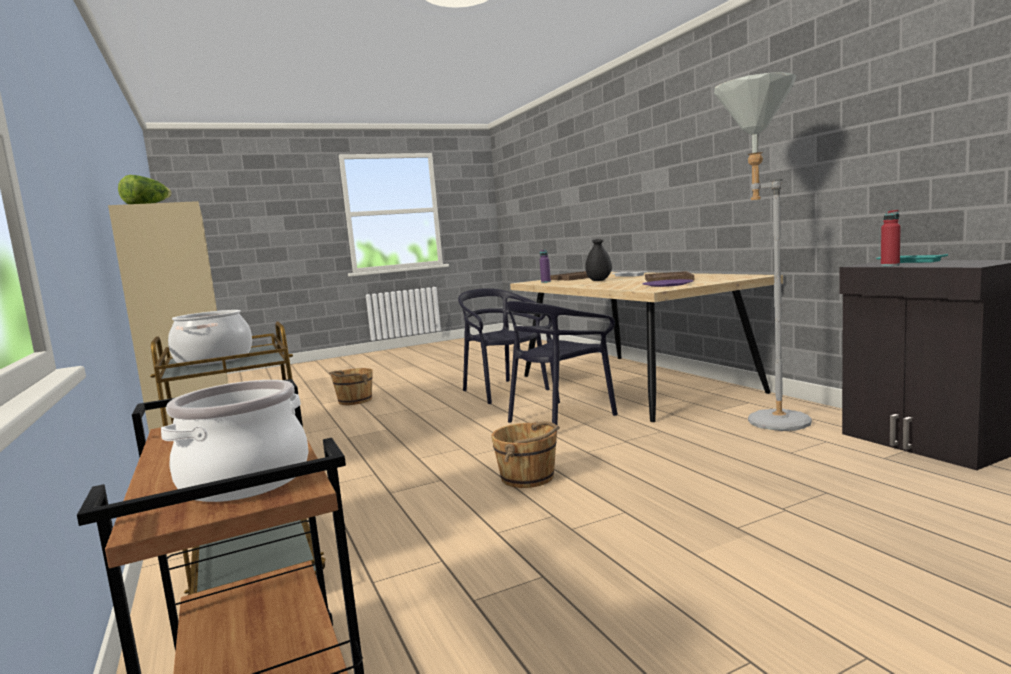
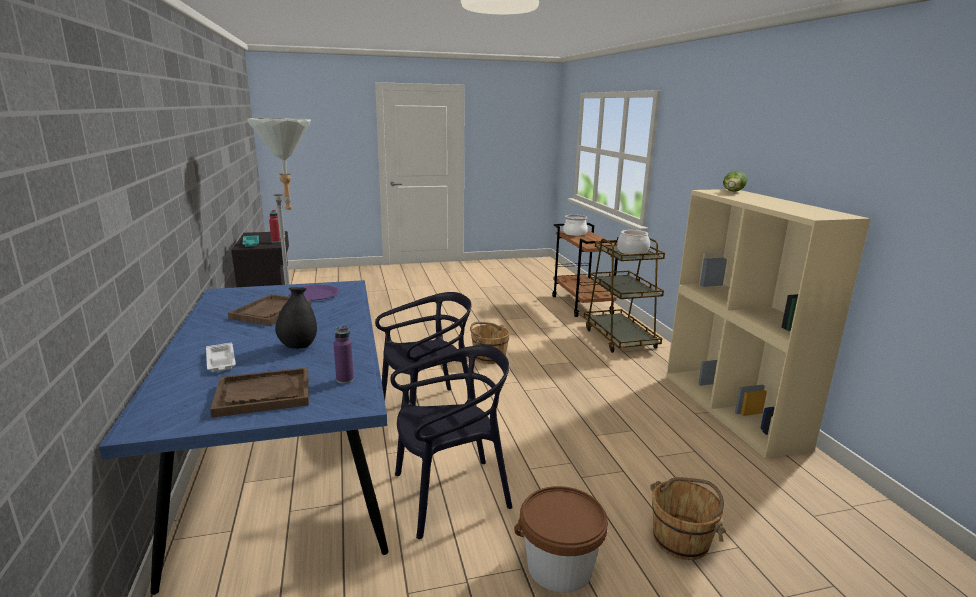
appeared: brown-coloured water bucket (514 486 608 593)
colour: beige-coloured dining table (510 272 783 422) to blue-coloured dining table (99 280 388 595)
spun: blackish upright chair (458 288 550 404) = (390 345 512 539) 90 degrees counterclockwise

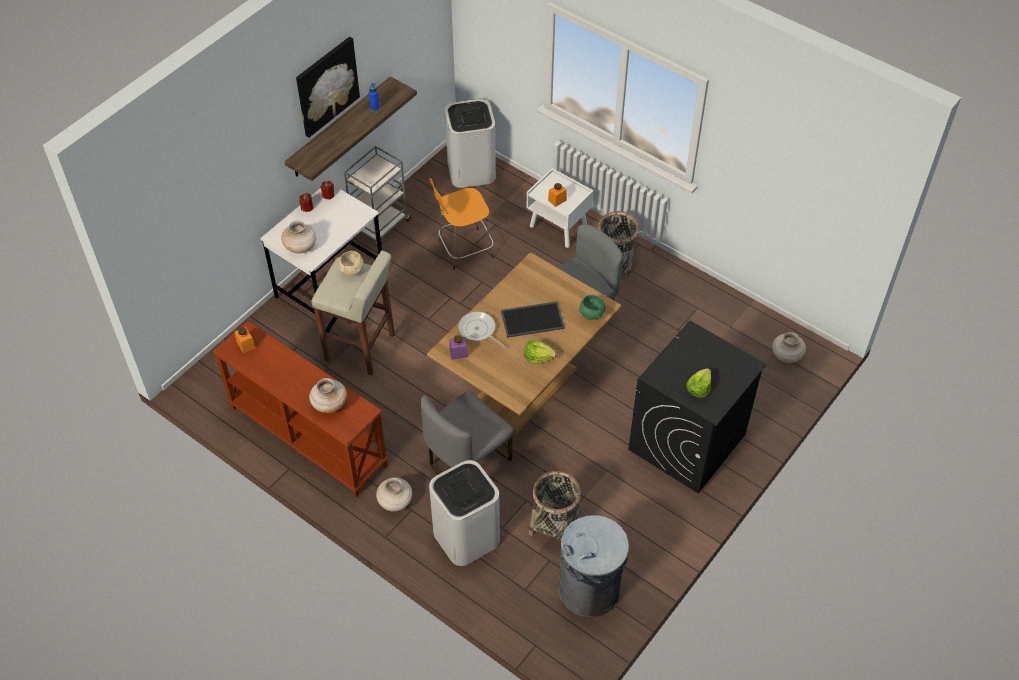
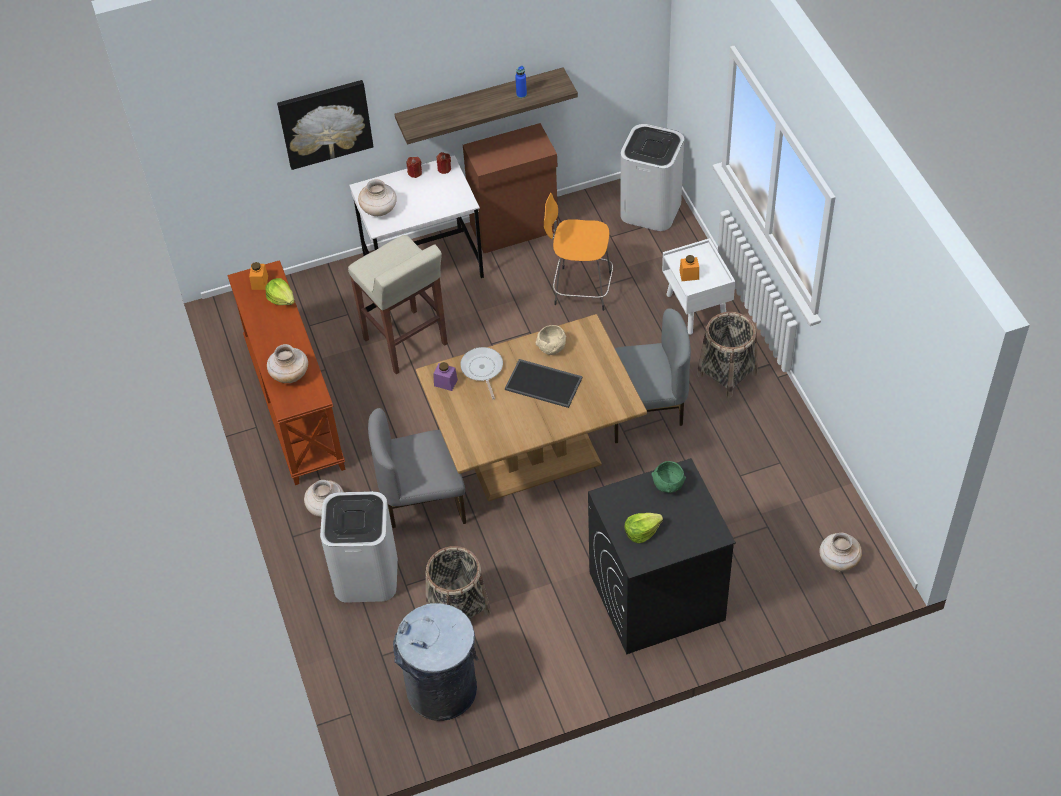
relocated: wall picture (296 37 360 138) to (277 80 374 170); beige-coloured serving bowl (339 251 364 276) to (535 325 566 355); lettuce (524 340 556 364) to (265 278 295 305); green serving bowl (579 295 606 320) to (651 461 686 493)
exchanged: grey cart (344 146 413 247) to brown-coloured cabinet (463 123 558 253)

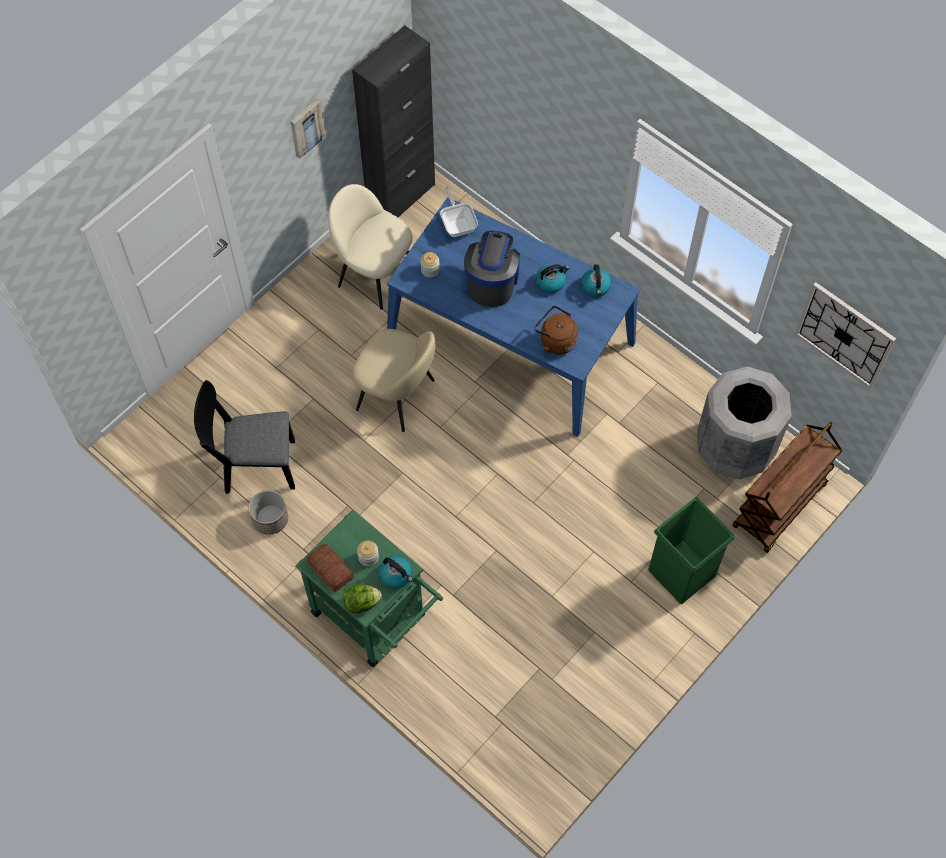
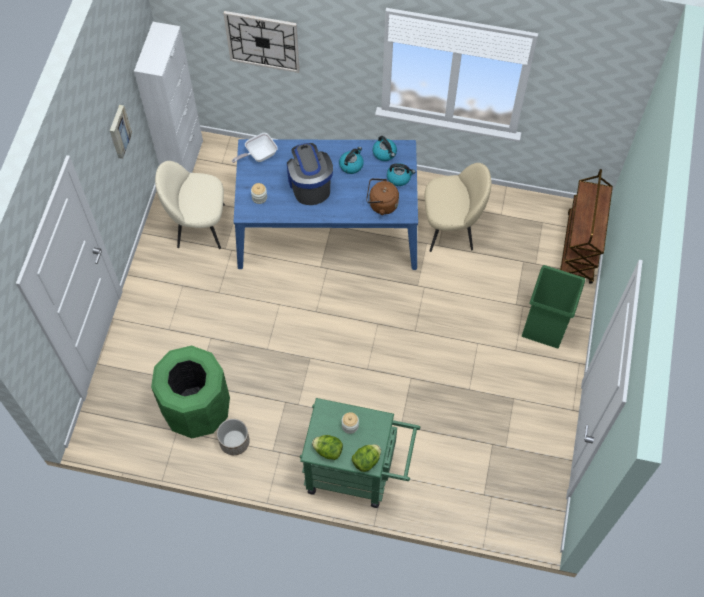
missing: grey rubbish bin (697 367 792 479)
relocated: beige-coloured upright chair (352 329 435 432) to (425 163 491 252); water kettle (379 556 413 589) to (387 163 415 186); clock on the wall (795 282 896 389) to (223 11 300 73)
exchanged: blackish upright chair (194 380 295 494) to green rubbish bin (151 346 230 438); baked bread (307 544 354 592) to lettuce (312 435 343 460)
colour: blackish cabinet (352 25 435 217) to white-coloured cabinet (134 22 203 173)
spun: frying pan (440 187 478 237) = (232 133 278 163) 75 degrees counterclockwise

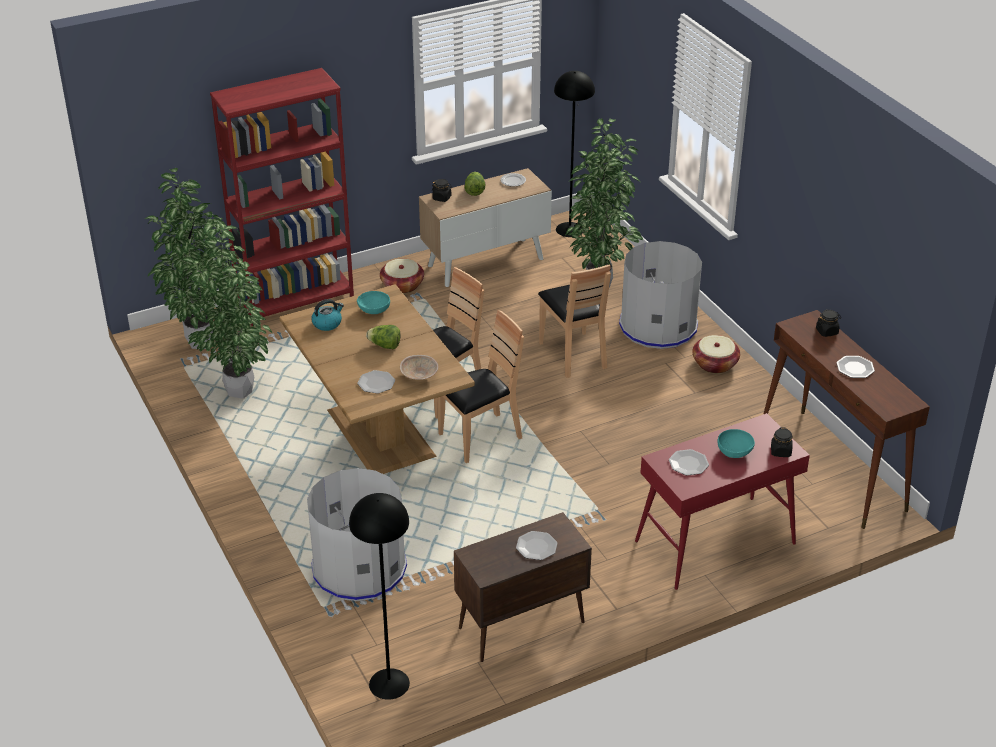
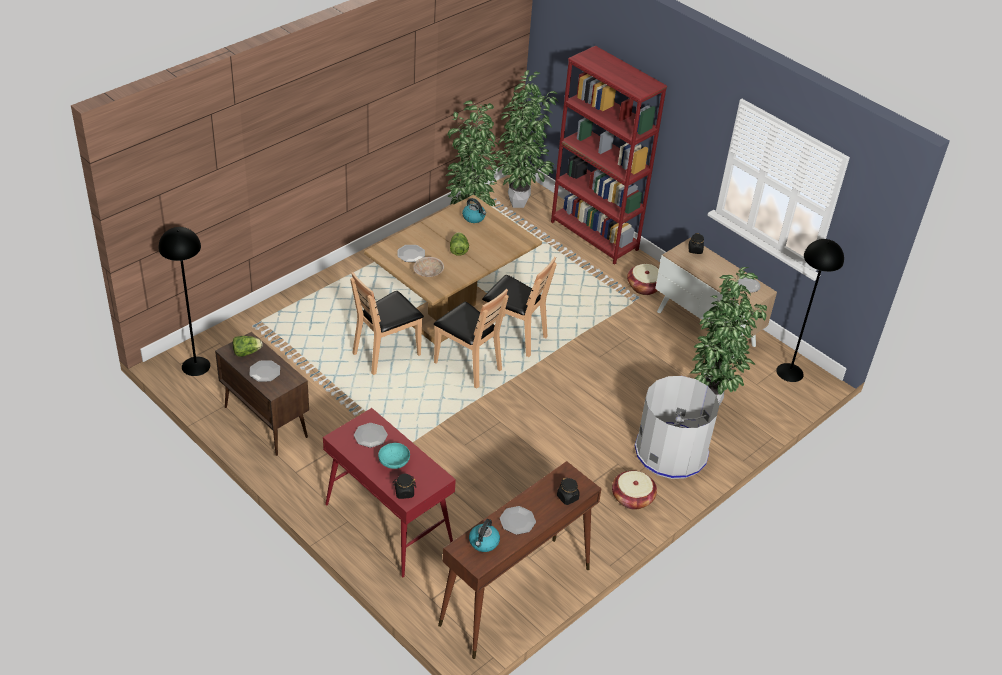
missing: grey rubbish bin (307 468 407 601); turquoise-coloured serving bowl (357 291 390 314)
appeared: water kettle (469 519 500 552)
relocated: lettuce (465 172 485 196) to (233 336 263 357); brown-coloured upright chair (538 264 611 378) to (350 272 424 375)

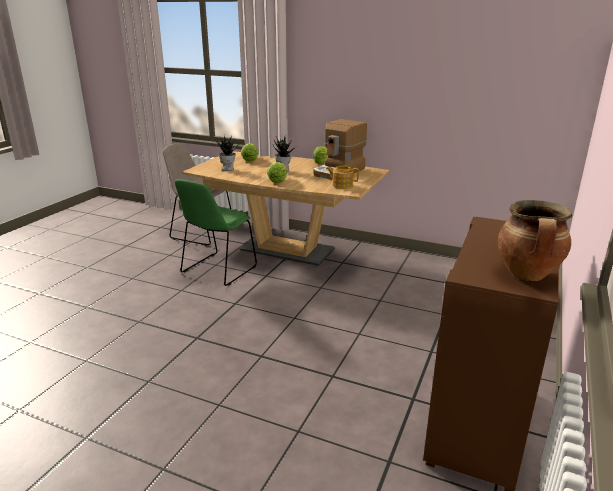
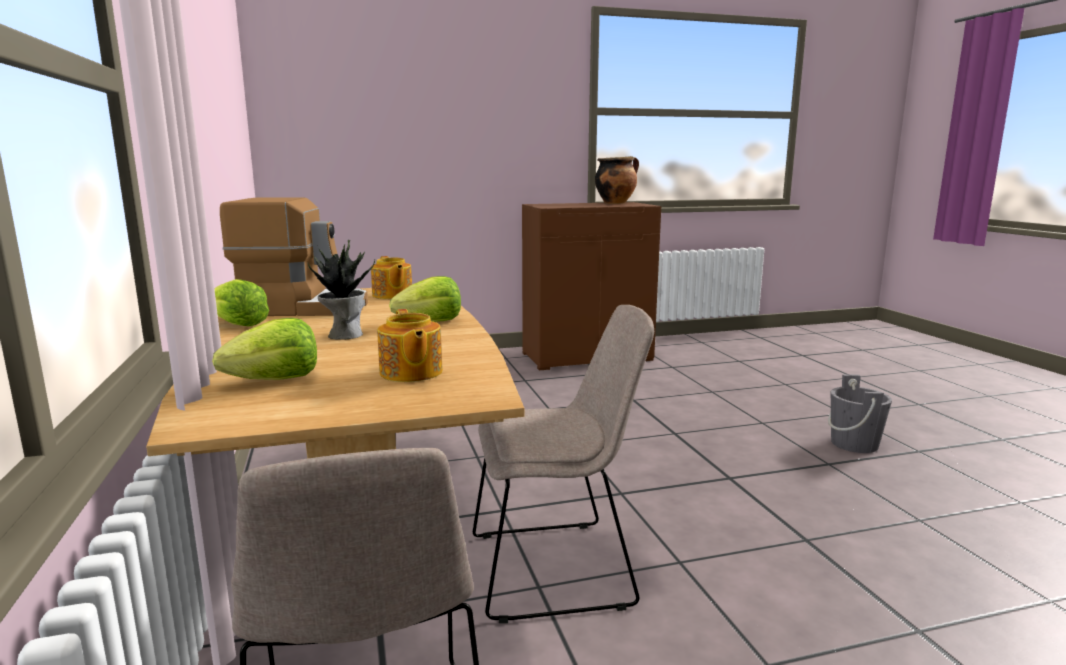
appeared: grey water bucket (828 374 892 453)
exchanged: potted plant (216 135 239 171) to teapot (377 309 443 382)
colour: green upright chair (175 179 257 286) to beige-coloured upright chair (473 305 654 623)

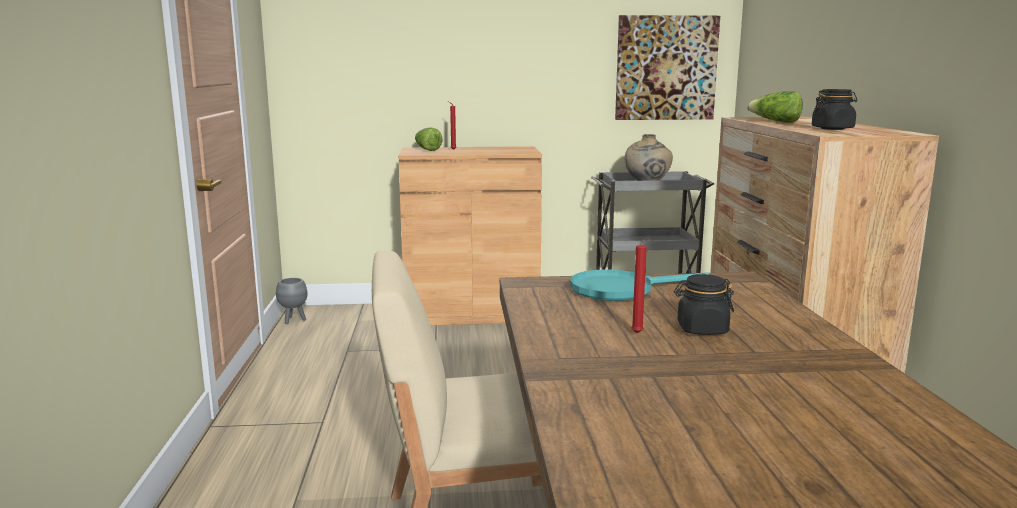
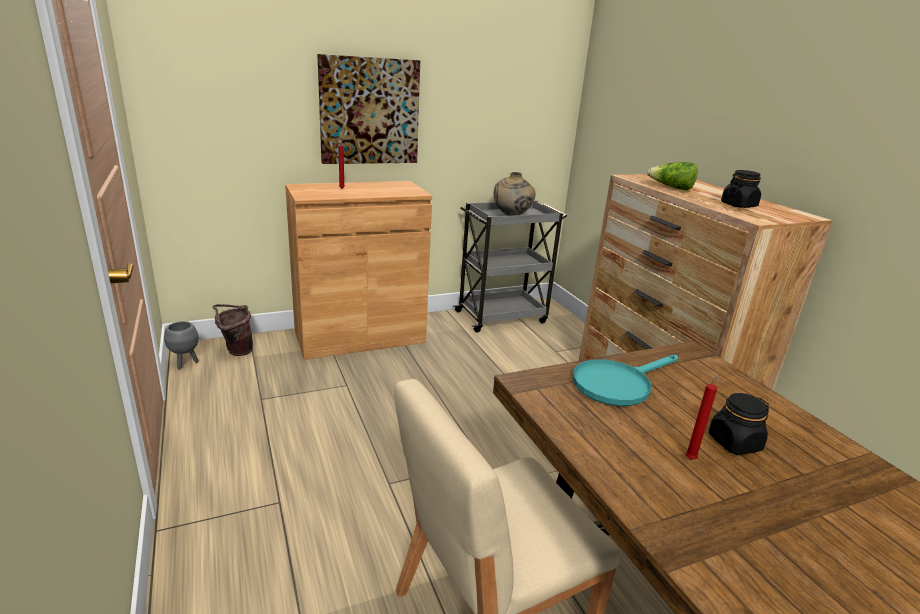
missing: lettuce (415 127 443 151)
appeared: brown-coloured water bucket (213 304 253 356)
relocated: wall picture (615 15 720 120) to (317 54 420 164)

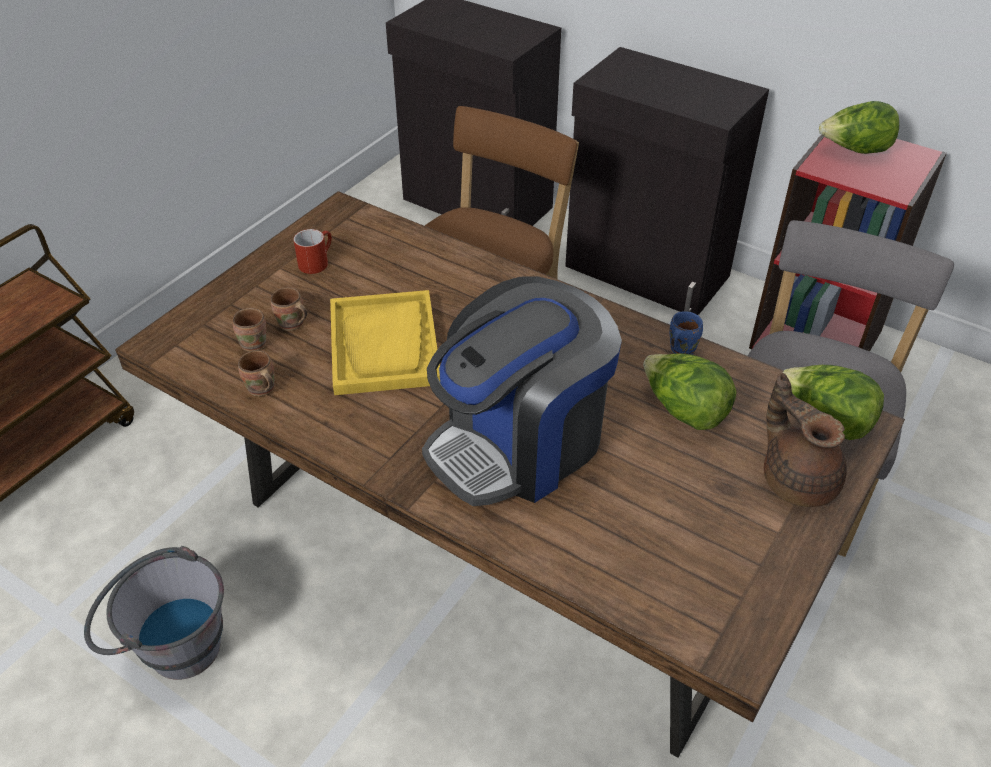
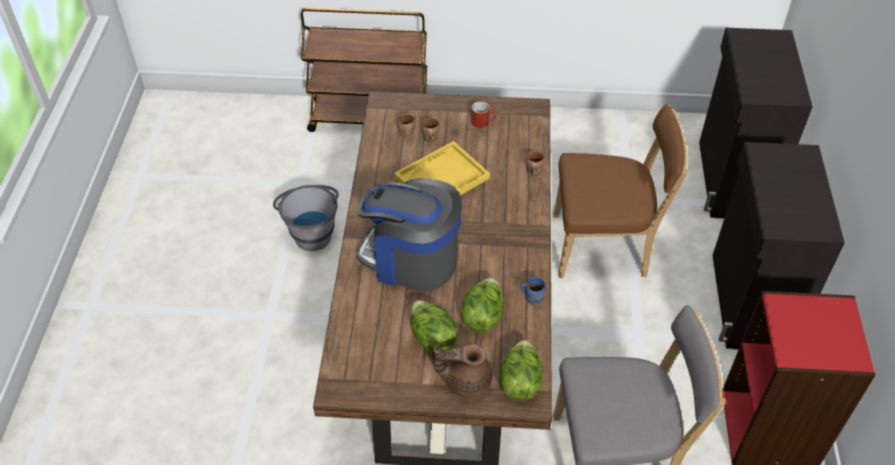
relocated: brown-coloured tea mug (238 350 275 397) to (526 151 544 176); lettuce (819 101 899 154) to (411 300 458 354)
spun: brown-coloured teapot (764 373 847 507) = (433 344 492 398) 120 degrees counterclockwise

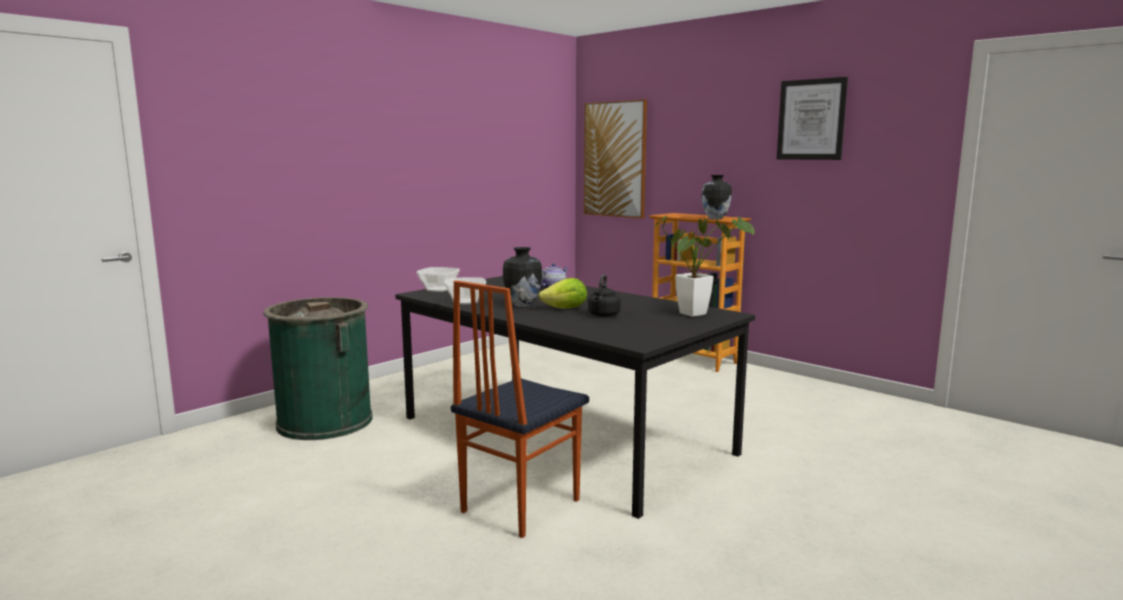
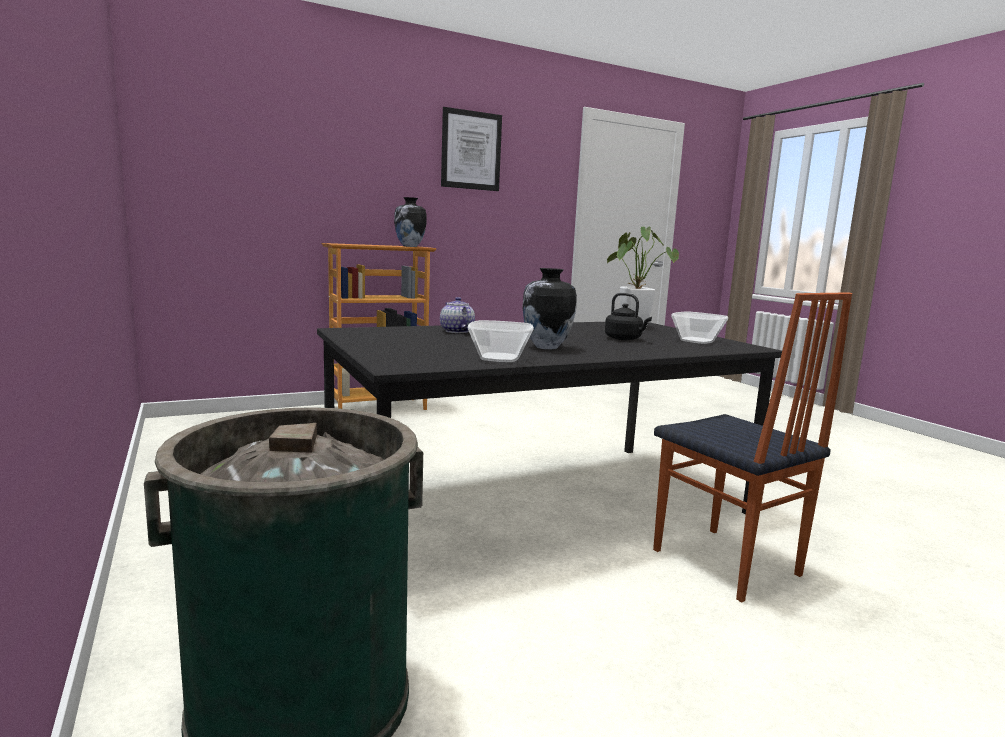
missing: lettuce (538 278 587 309); wall picture (584 99 647 219)
relocated: serving bowl (416 267 460 292) to (671 312 728 344)

